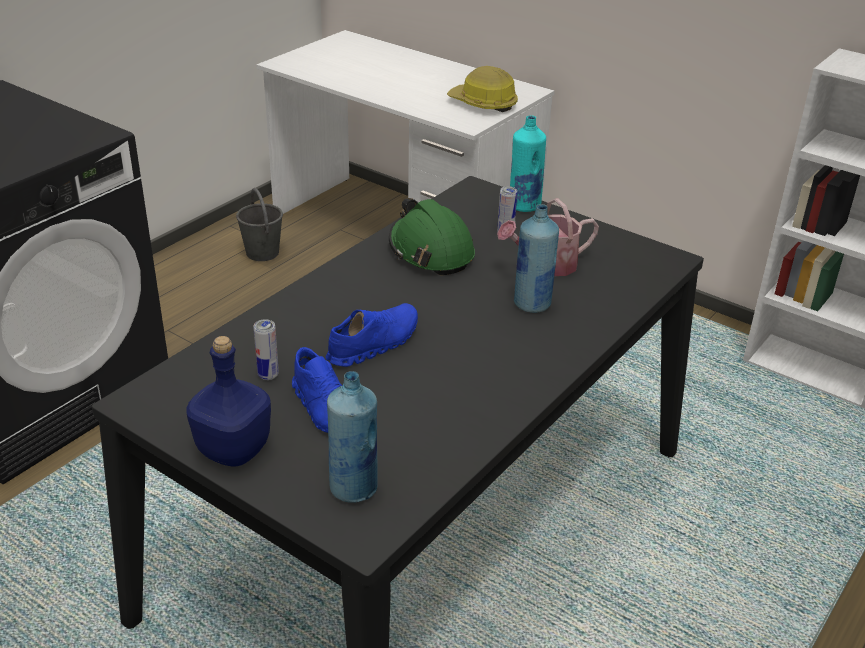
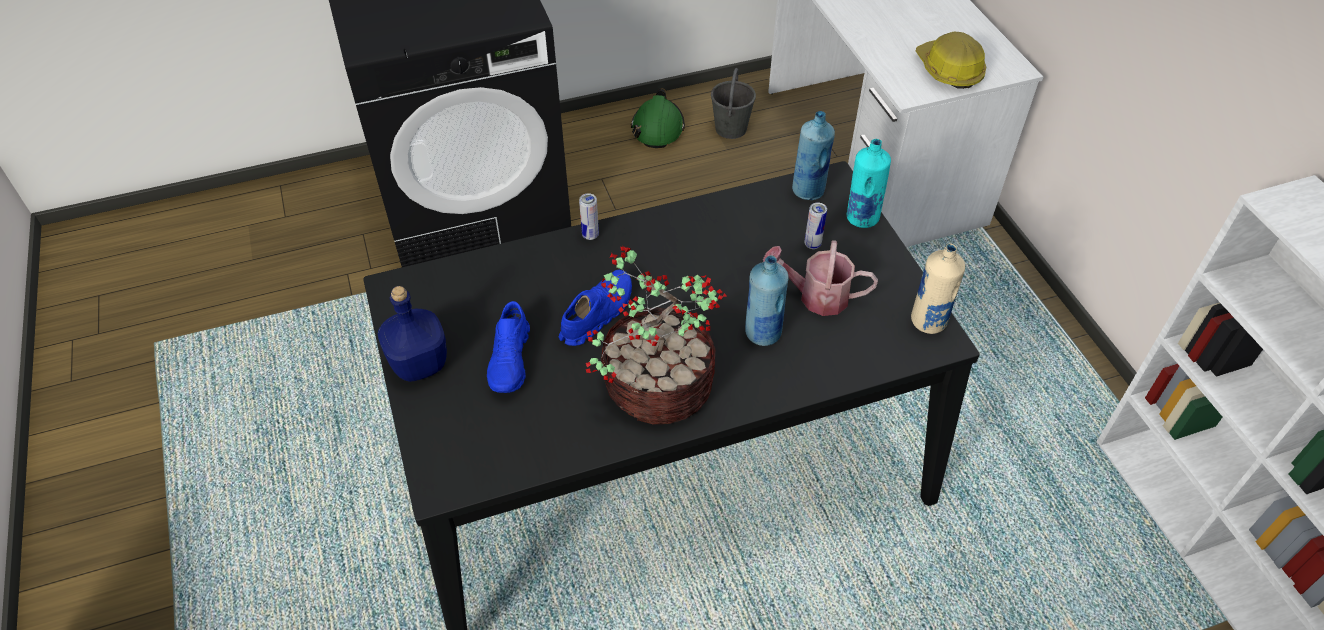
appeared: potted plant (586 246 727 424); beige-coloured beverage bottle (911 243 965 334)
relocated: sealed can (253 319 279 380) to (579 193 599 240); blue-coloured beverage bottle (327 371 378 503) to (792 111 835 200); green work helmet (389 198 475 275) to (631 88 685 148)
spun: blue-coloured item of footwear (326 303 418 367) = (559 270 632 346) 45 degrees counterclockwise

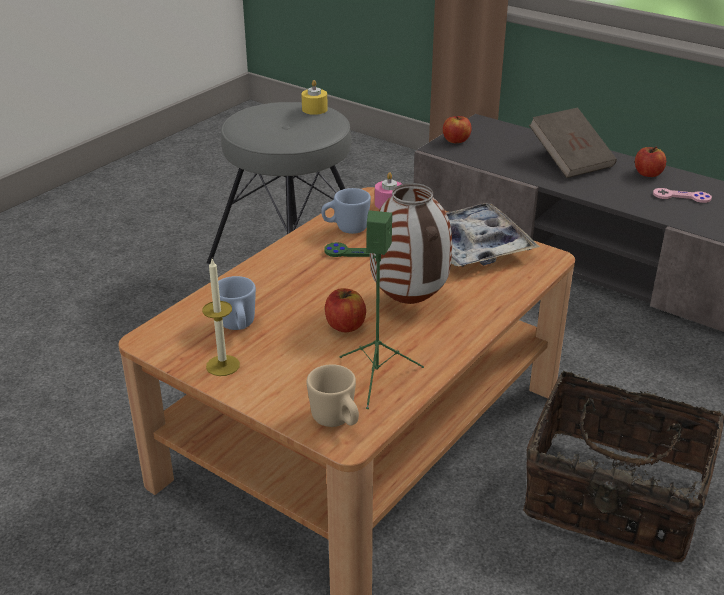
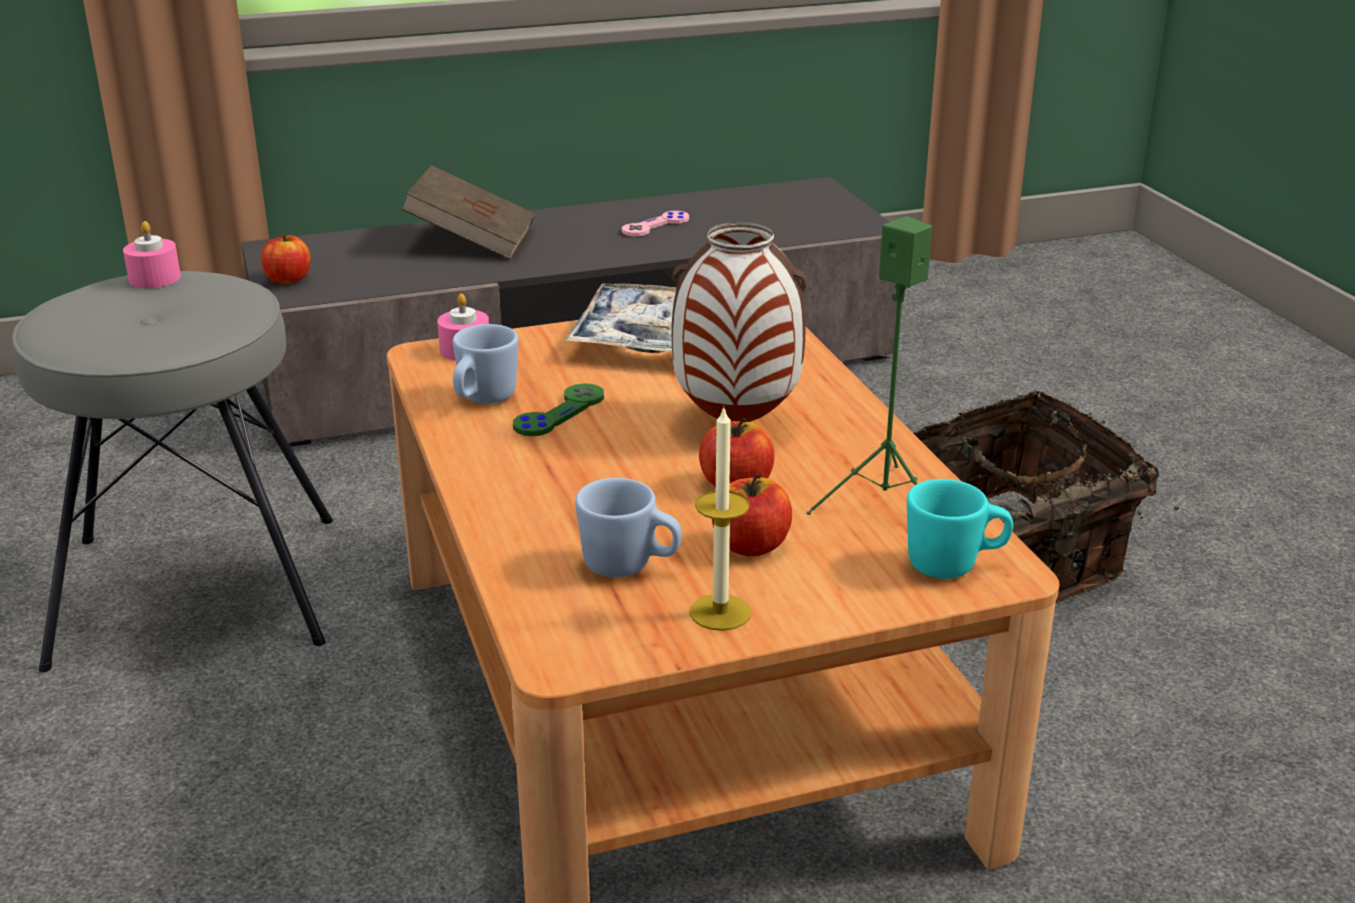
relocated: apple (635 146 666 177) to (712 474 792 556)
colour: yellow-coloured wax candle (301 80 328 115) to pink wax candle (123 221 181 288); beige-coloured tea mug (306 364 359 427) to turquoise-coloured tea mug (907 479 1013 579)

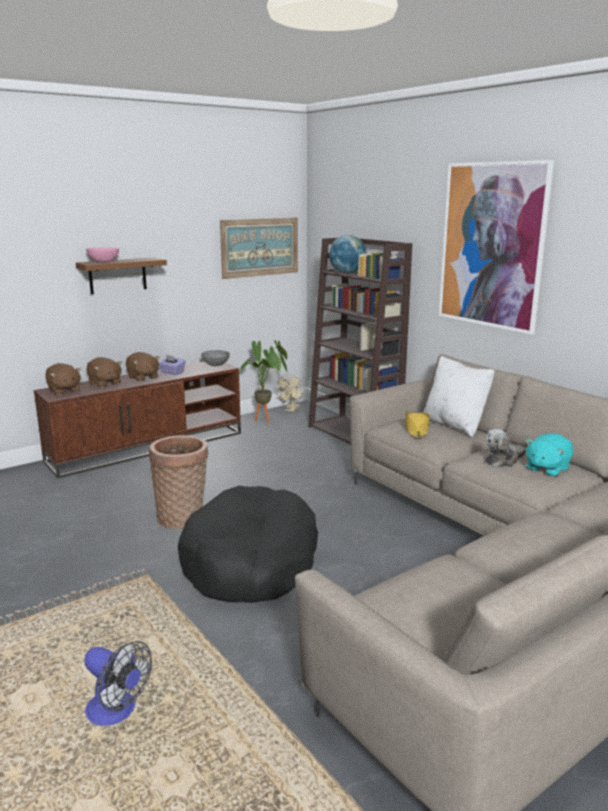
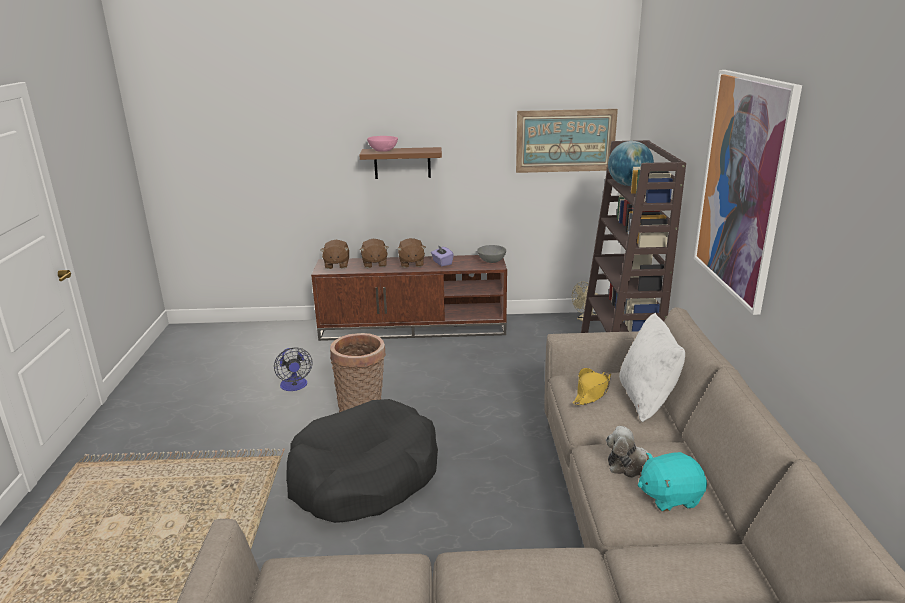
missing: potted plant (239 340 288 424)
relocated: cooling fan (84 641 152 726) to (274 347 312 391)

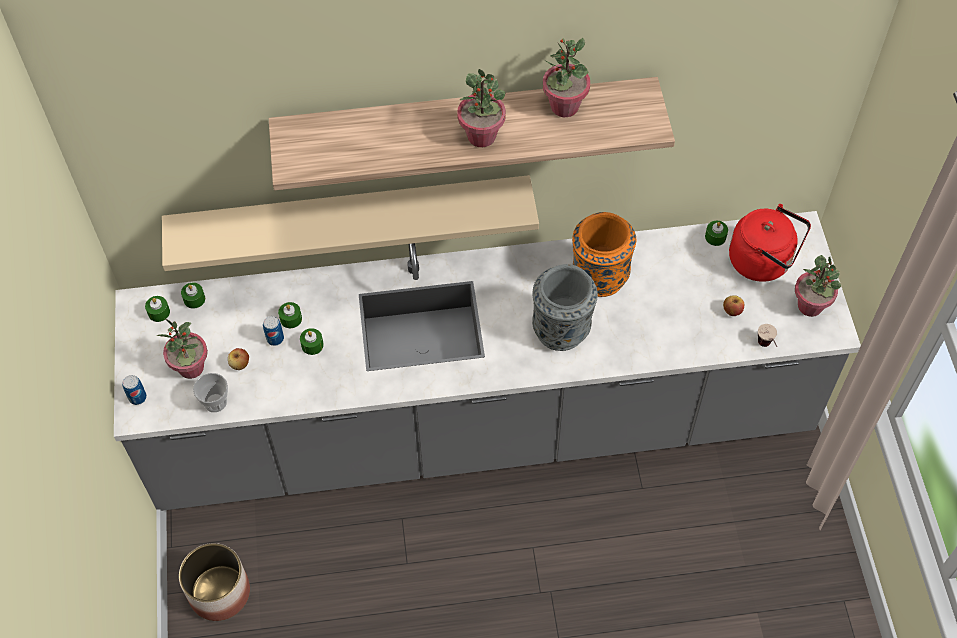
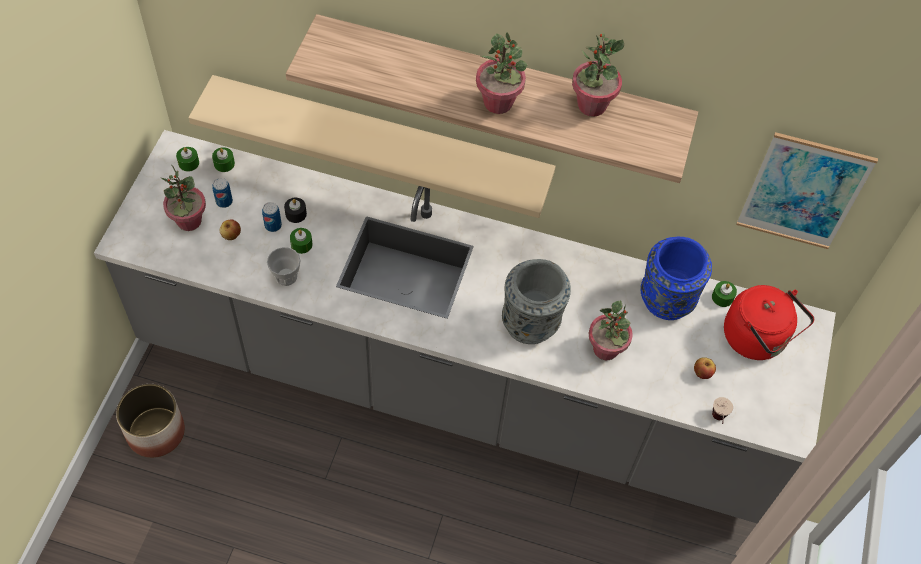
missing: orange-coloured flower vase (572 212 636 297)
appeared: blue-coloured flower vase (640 237 712 320); wall picture (736 132 878 249)
relocated: sealed can (122 375 147 405) to (212 178 233 208); drinking cup (193 373 228 412) to (267 247 301 286); potted plant (795 255 841 317) to (589 301 633 360)
colour: green wax candle (278 302 302 328) to blackish wax candle (284 198 307 223)

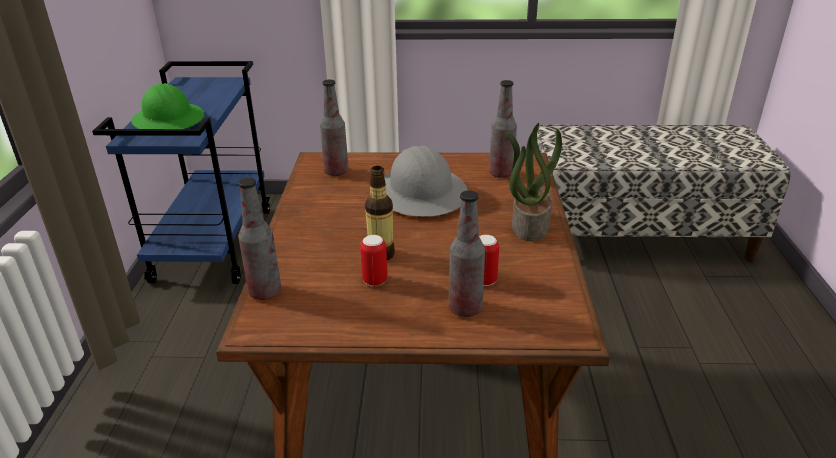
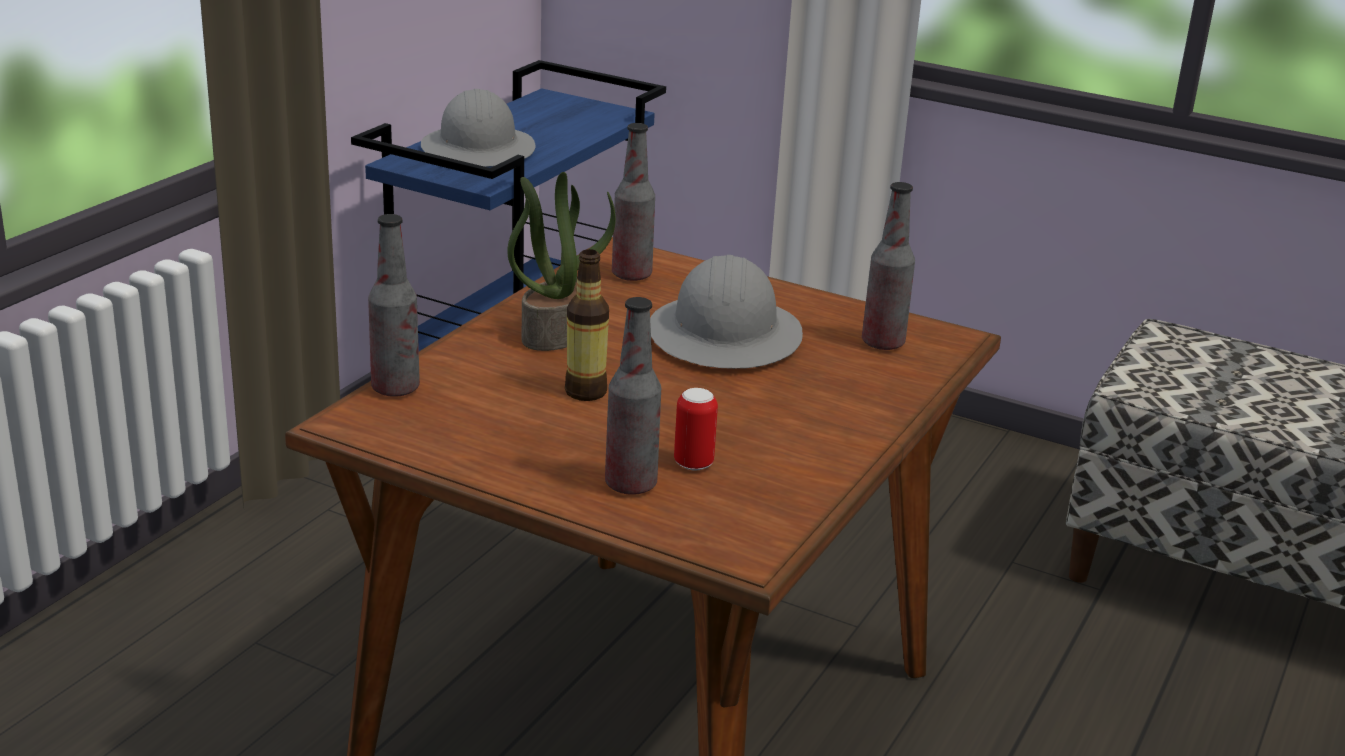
missing: sealed can (360 235 388 286)
relocated: potted plant (506 123 562 241) to (507 172 616 351)
colour: green work helmet (131 83 204 129) to grey work helmet (421 89 536 167)

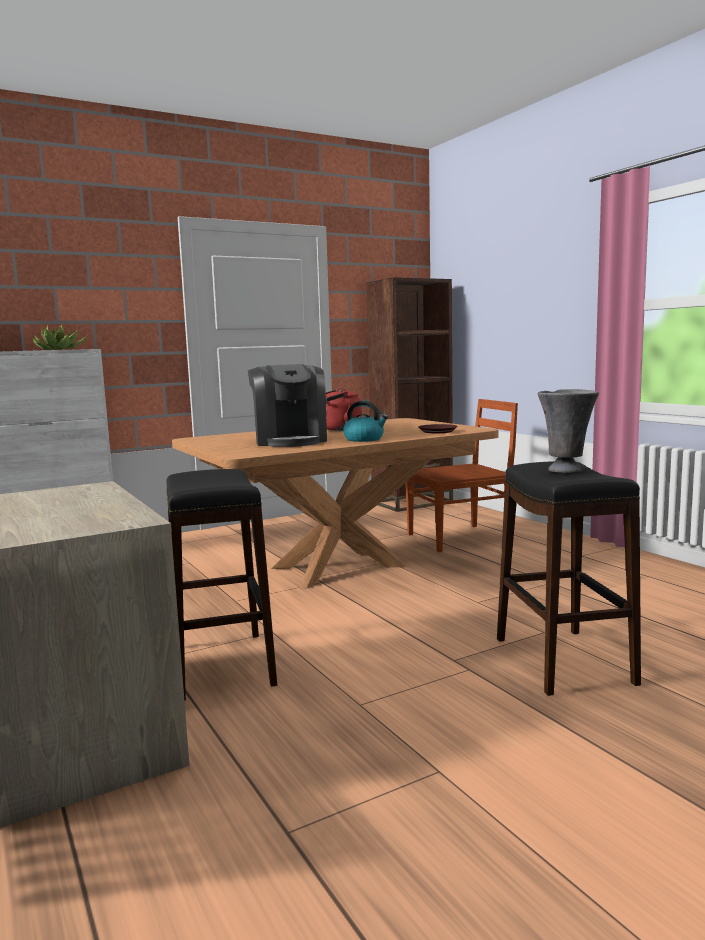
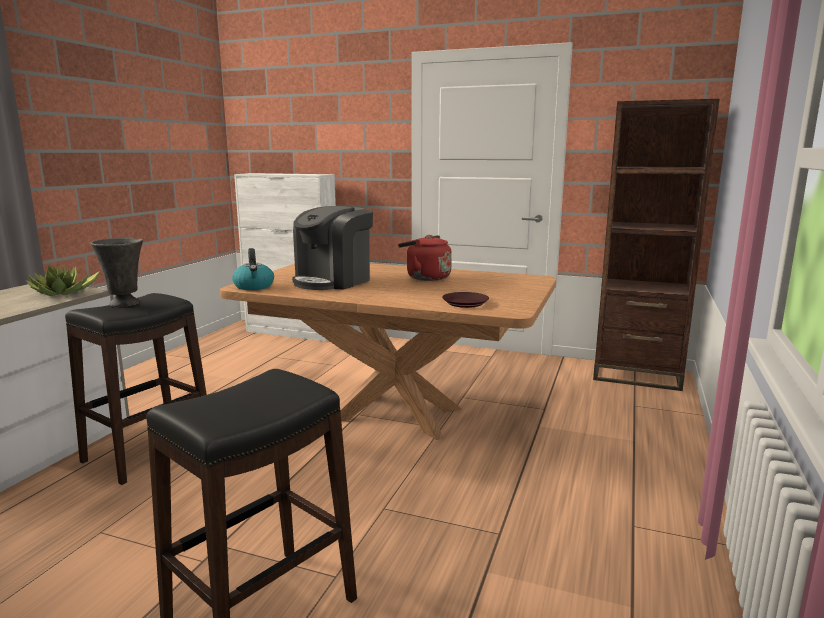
missing: brown-coloured upright chair (405 399 518 552)
relocated: potted plant (32 324 87 350) to (26 264 100 296); water kettle (343 401 388 442) to (232 248 274 290); grey flower vase (538 389 599 473) to (90 238 143 307)

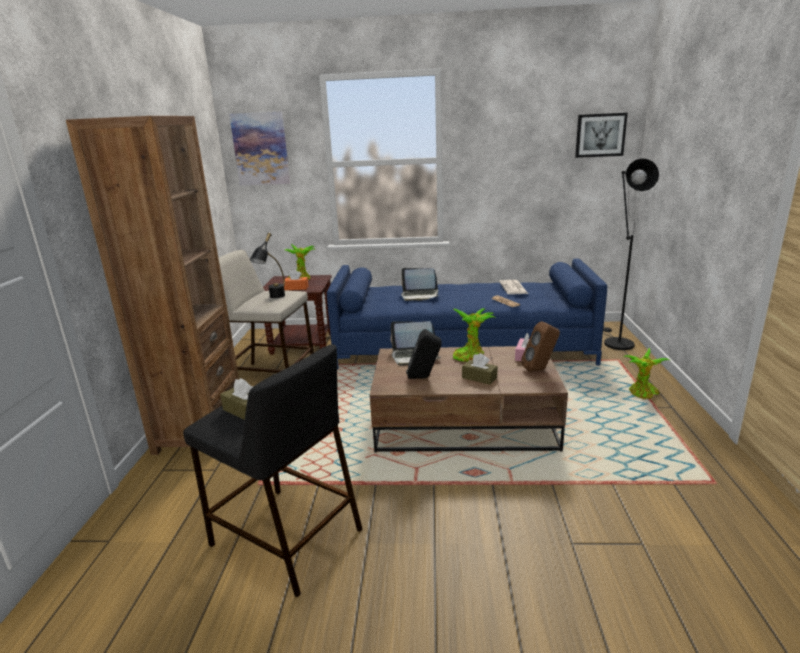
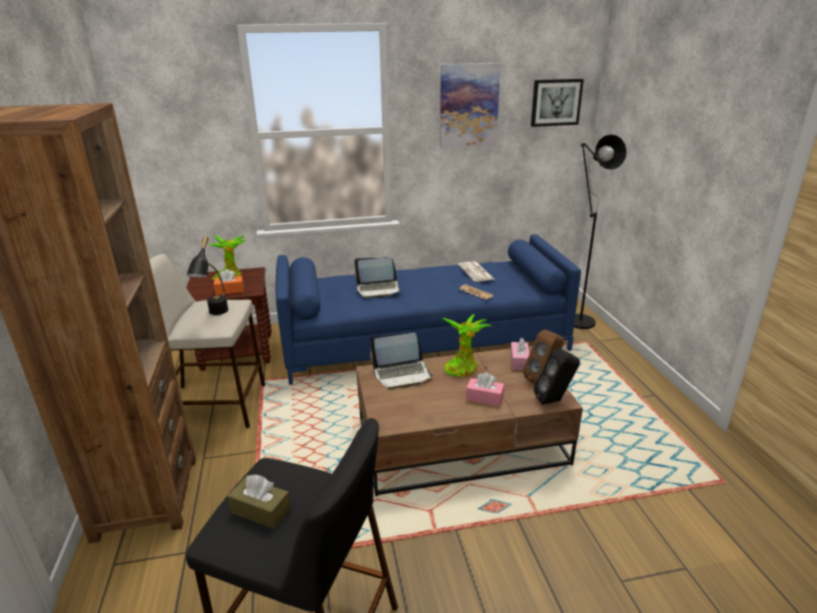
missing: potted plant (623 348 670 399)
relocated: wall picture (229 111 290 186) to (440 63 501 148); blackish loudspeaker (406 329 442 379) to (534 348 580 405)
colour: brown-coloured tissue holder (462 353 498 385) to pink tissue holder (466 372 504 406)

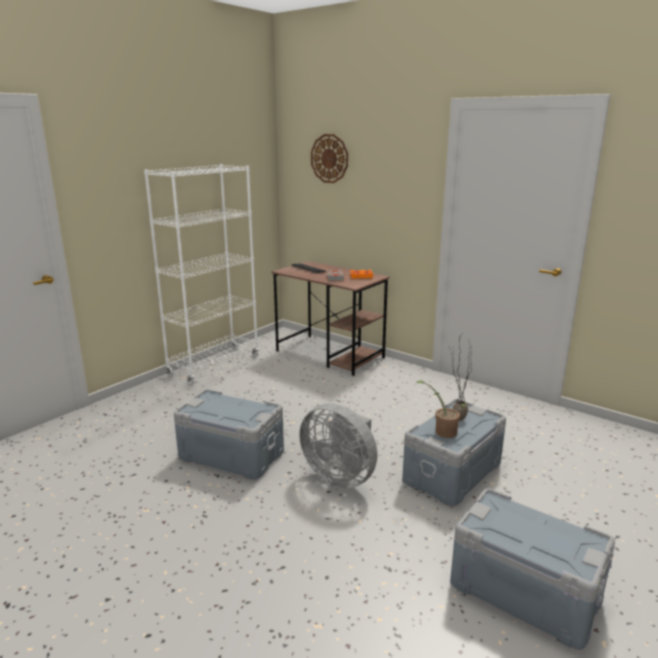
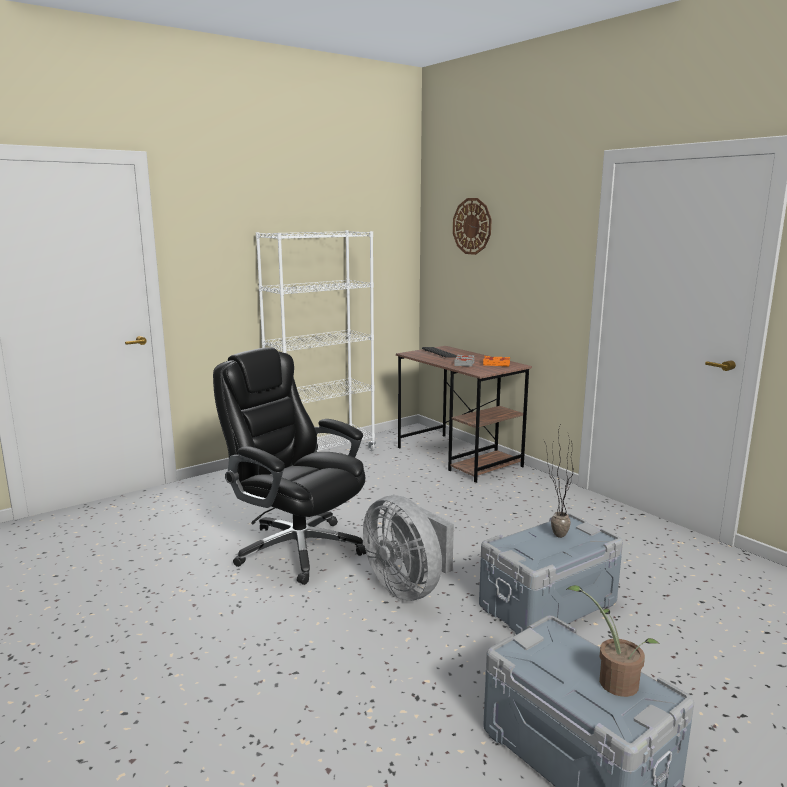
relocated: potted plant (415 380 467 438) to (566 585 660 697)
exchanged: grey storage bin (174 389 284 479) to blackish computer chair (213 347 366 585)

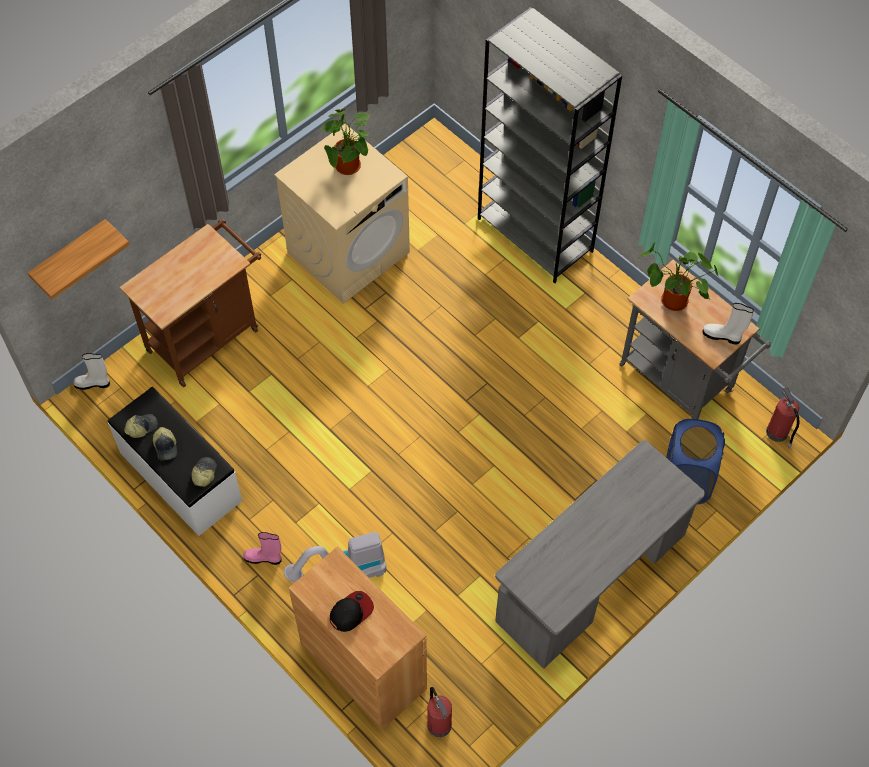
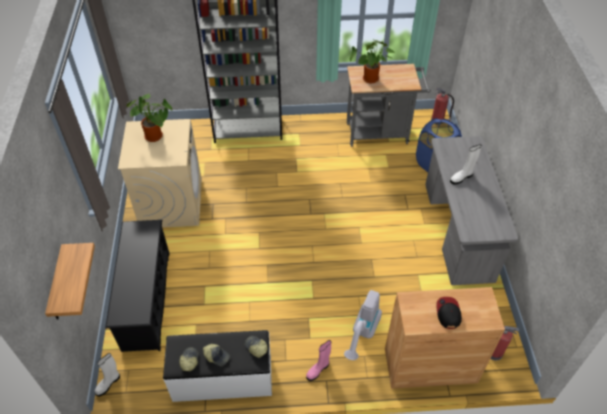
relocated: white-coloured high-top boot (703 303 754 344) to (450 144 482 185)
exchanged: brown-coloured cart (119 219 261 387) to blackish shoe shelf (105 220 169 352)

